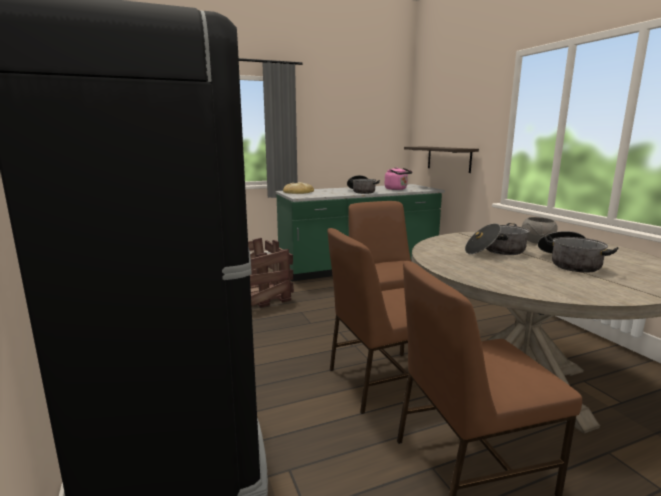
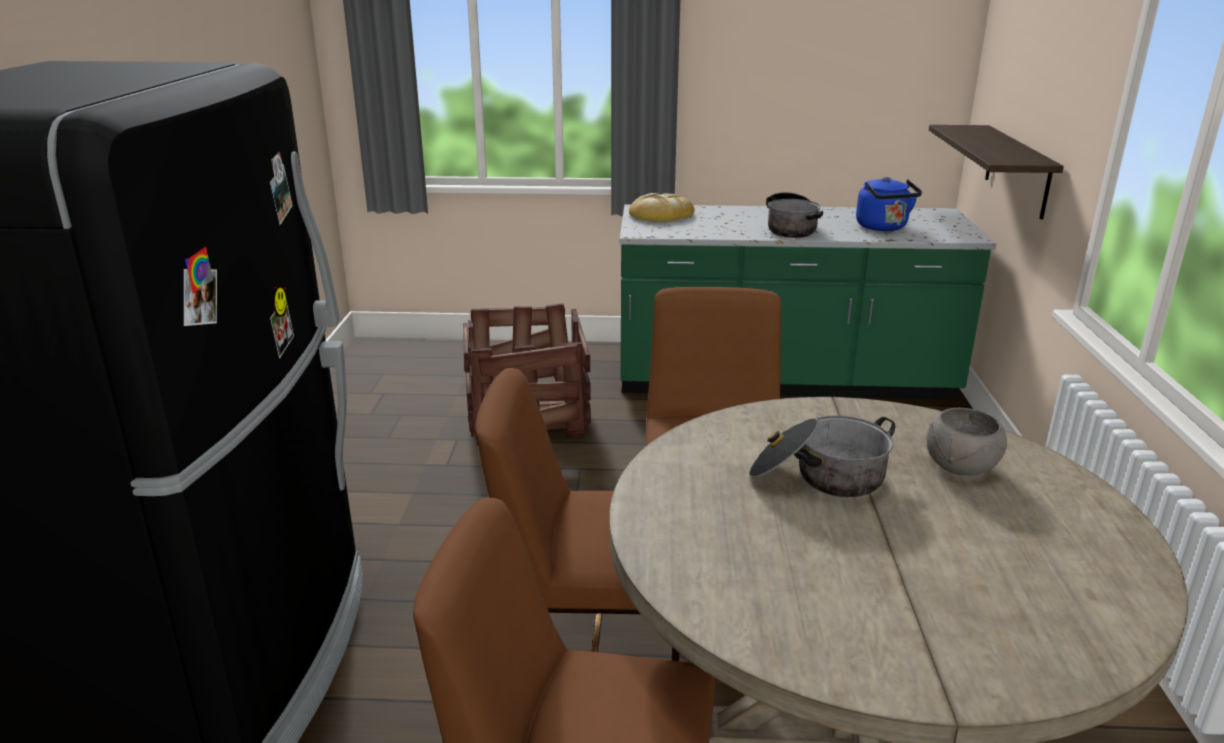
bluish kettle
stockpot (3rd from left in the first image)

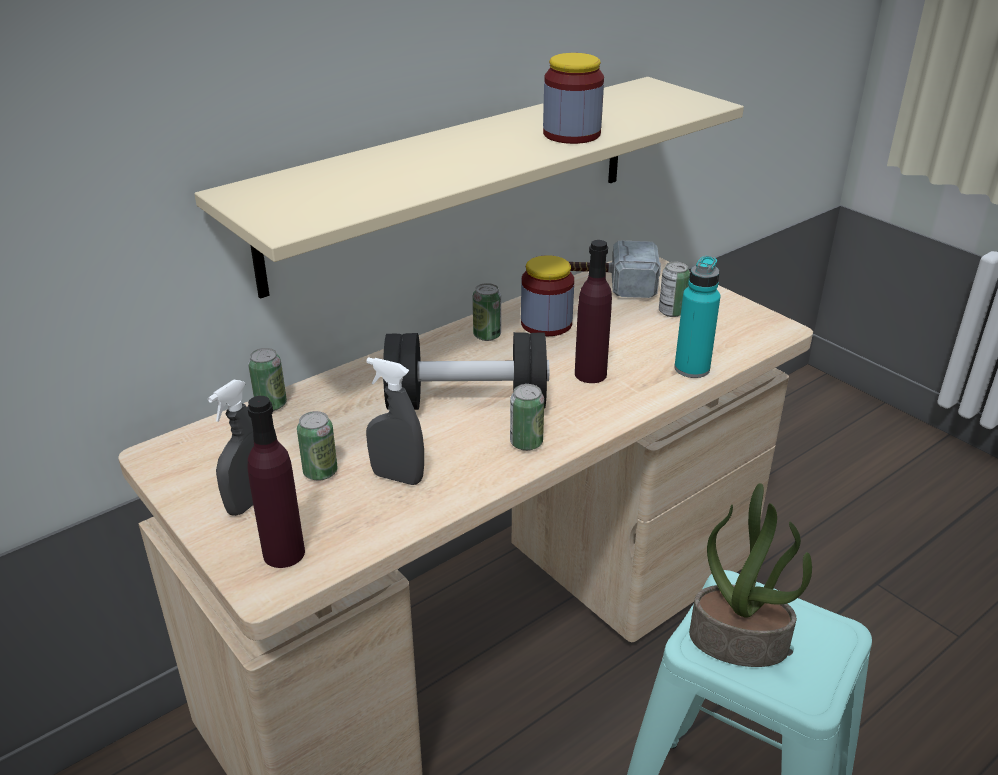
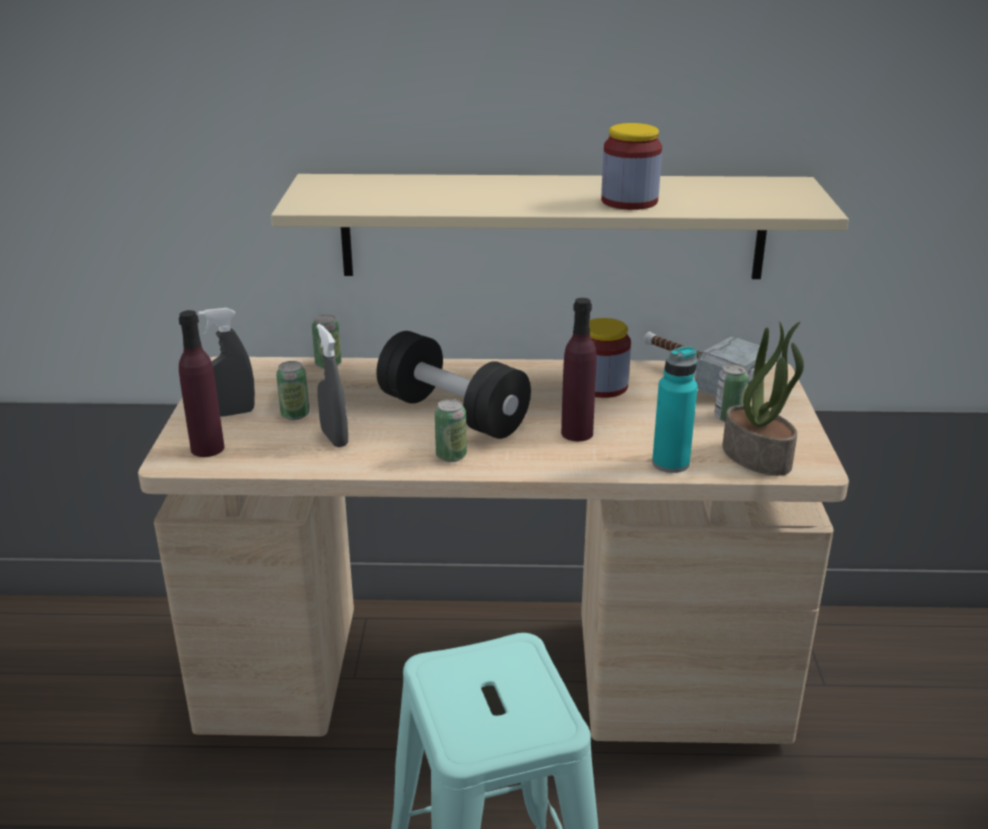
metal can (3rd from left in the first image)
houseplant

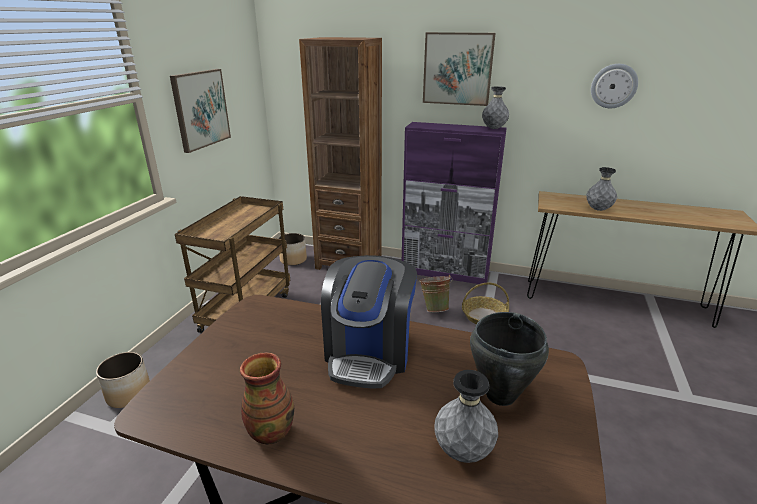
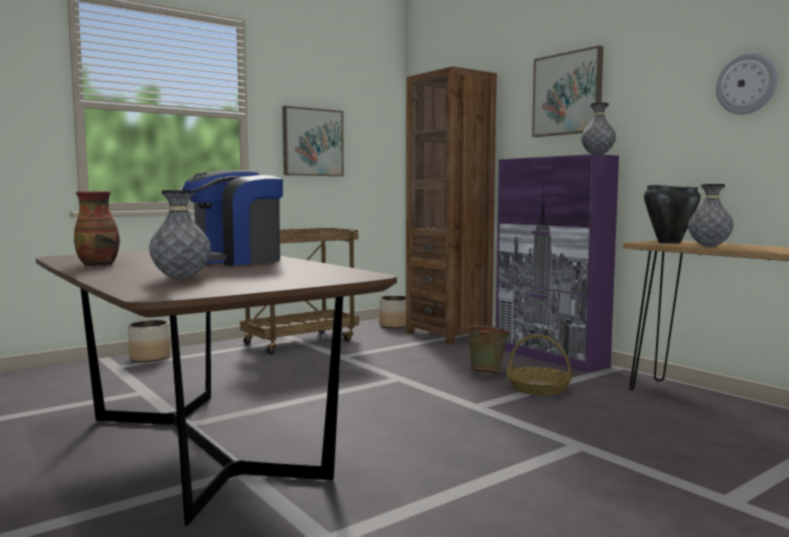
blackish stockpot

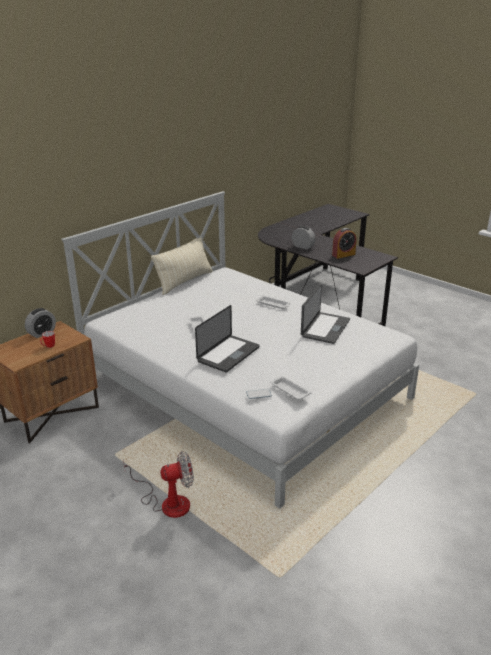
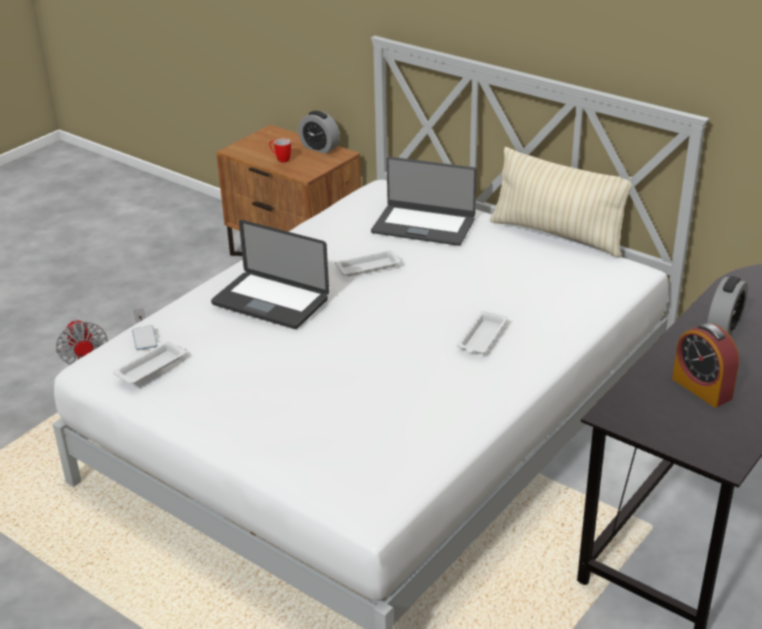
notebook computer (2nd from left)

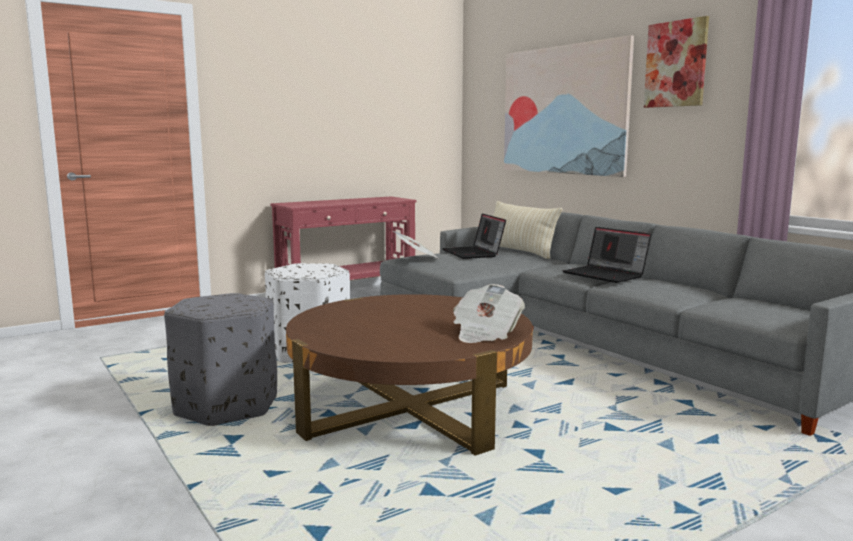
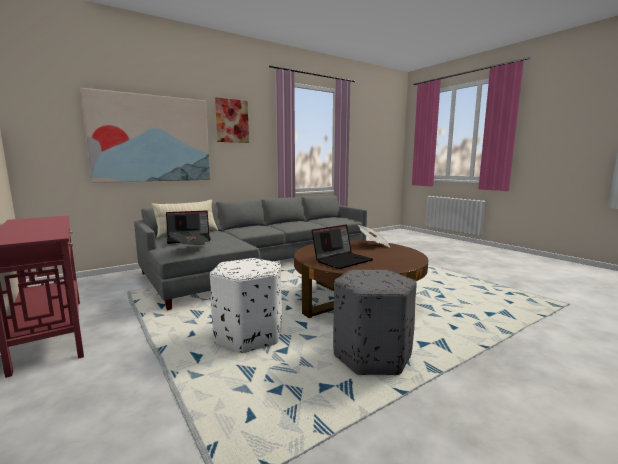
notebook computer (2nd from left)

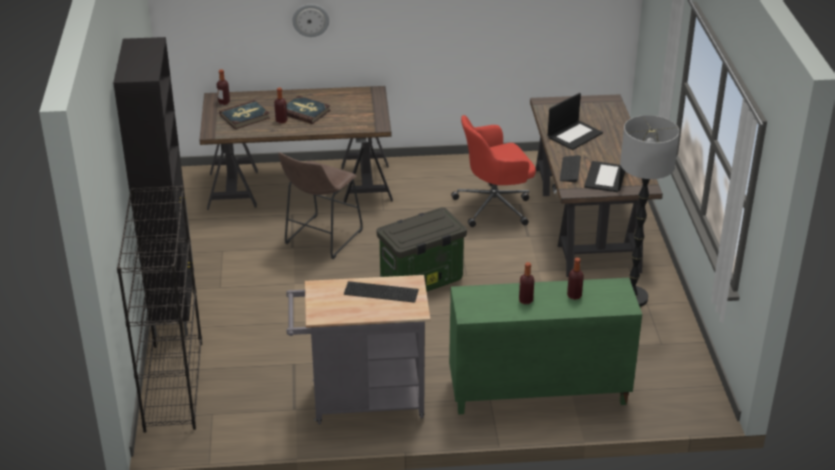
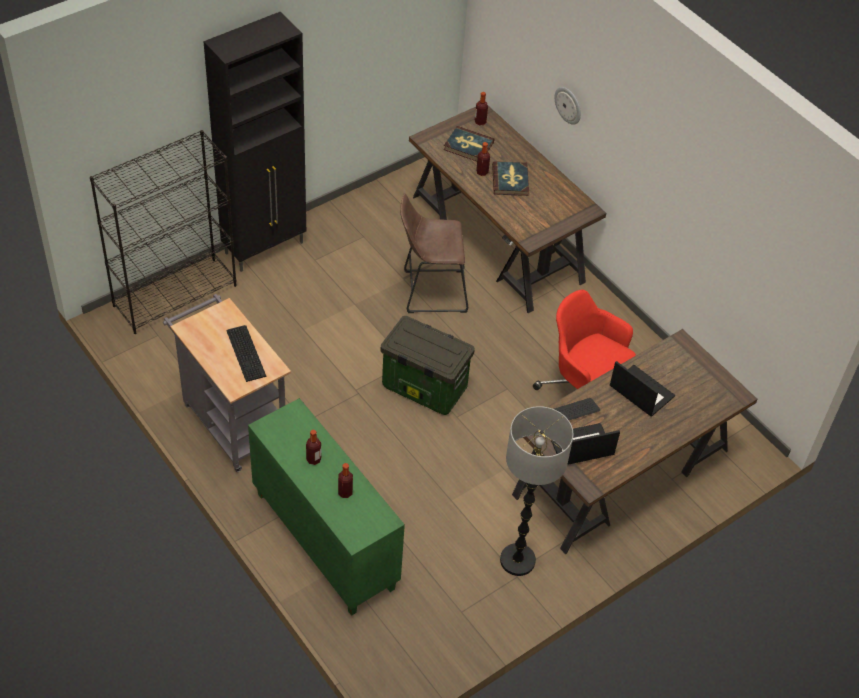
notebook computer (2nd from left)

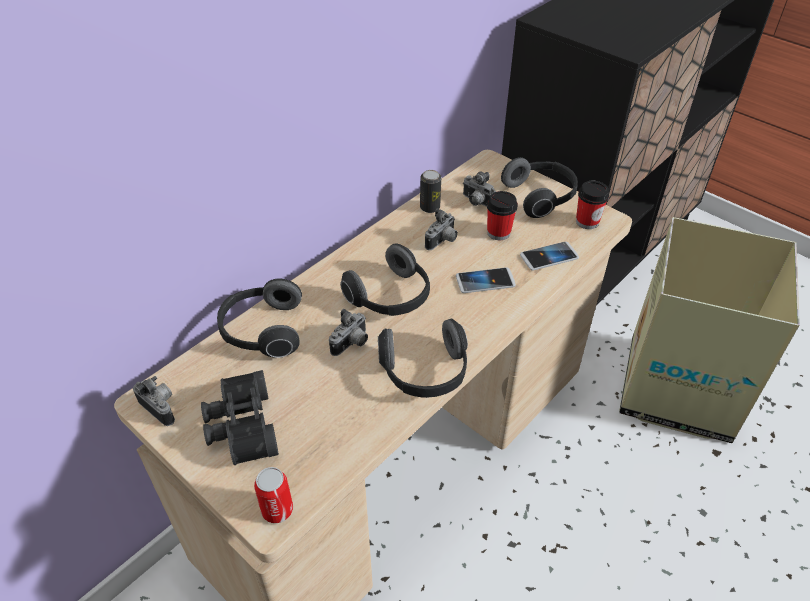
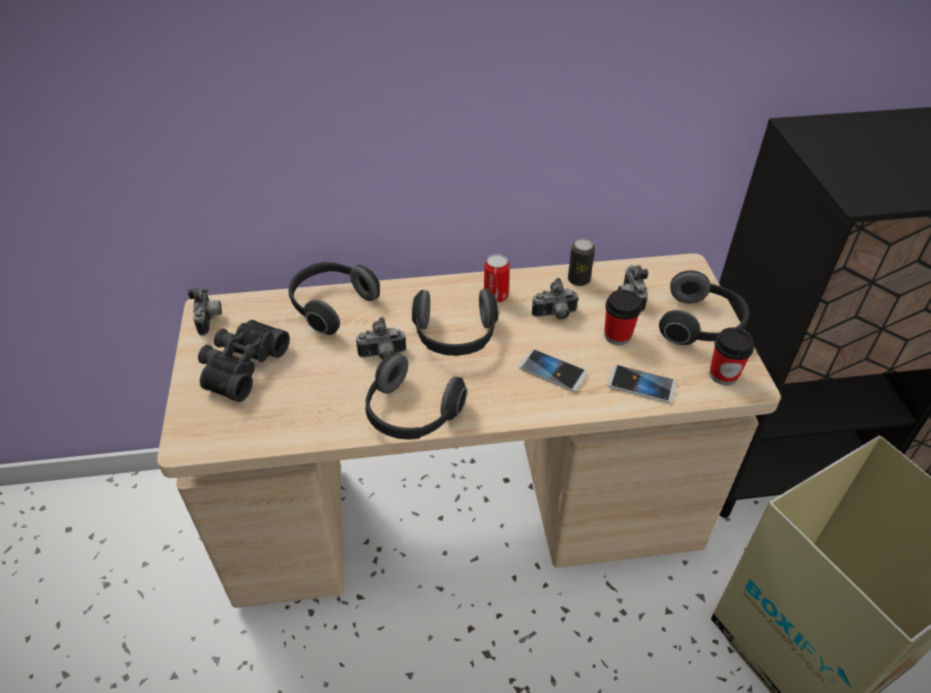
metal can (1st from left)

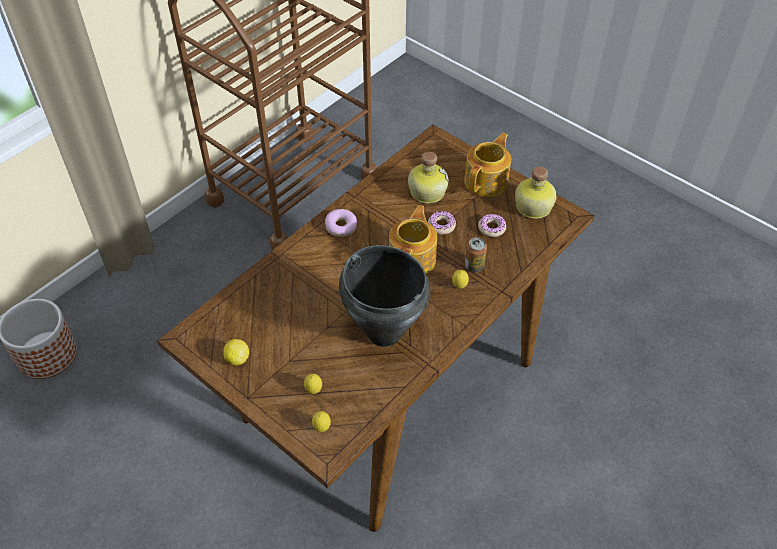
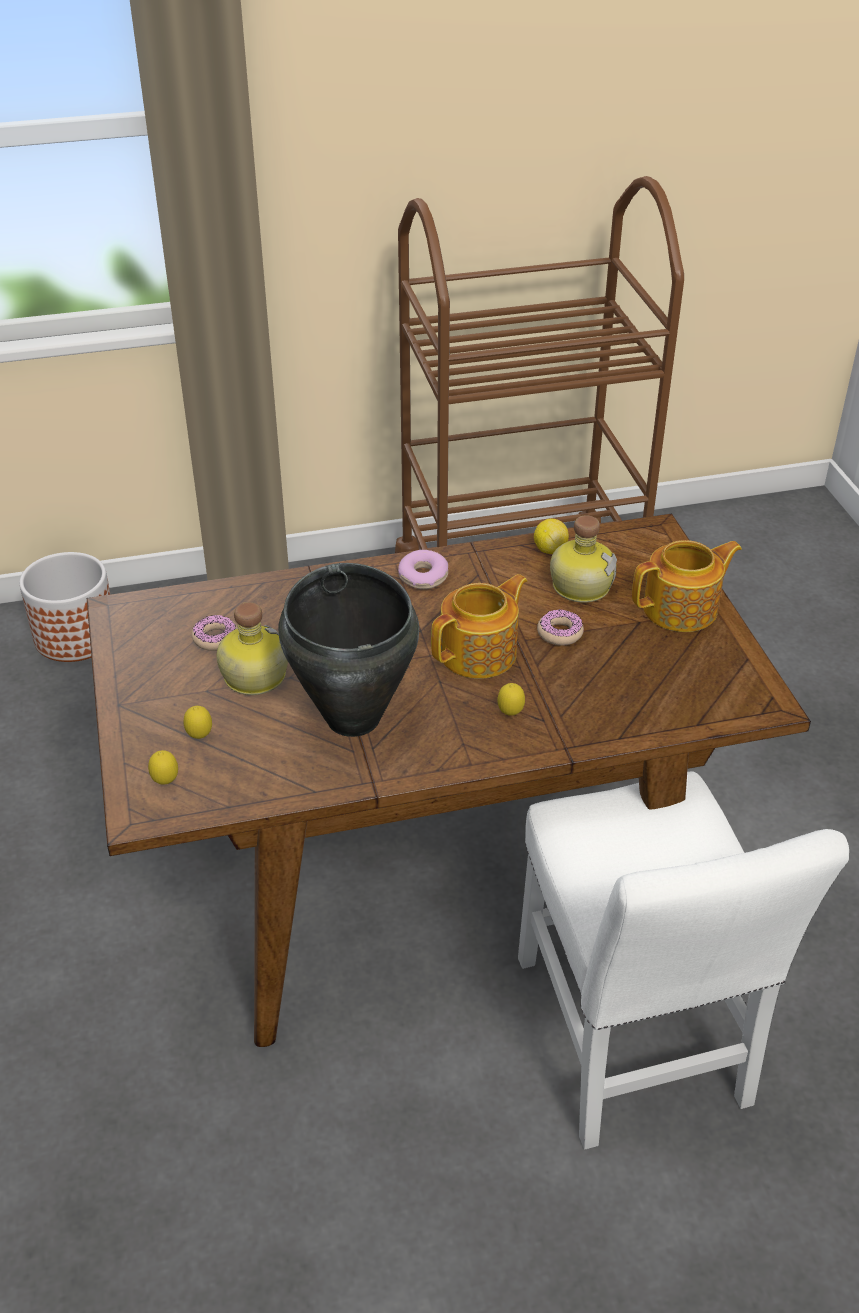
lemon (4th from left)
metal can
ring doughnut (1st from left)
drink bottle (1st from left)
whitish plain chair

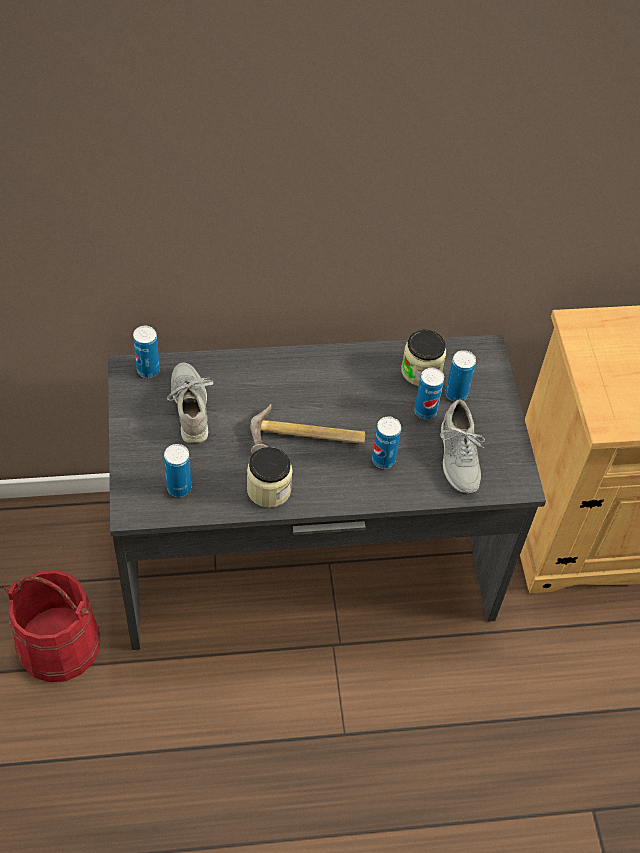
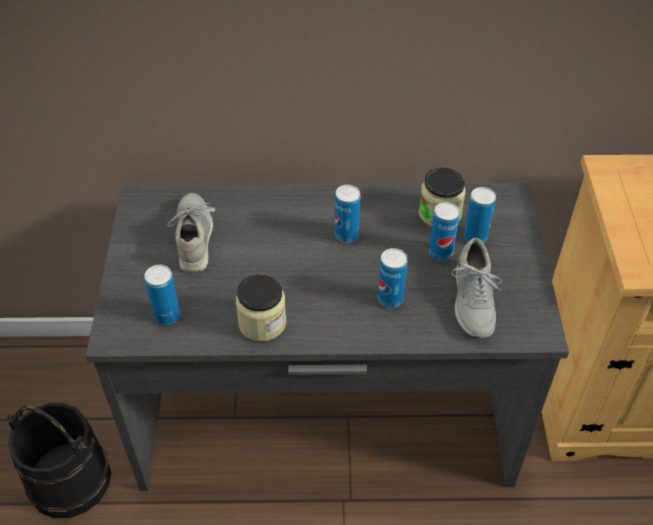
blackish bucket
metal can (2nd from left)
hand hammer

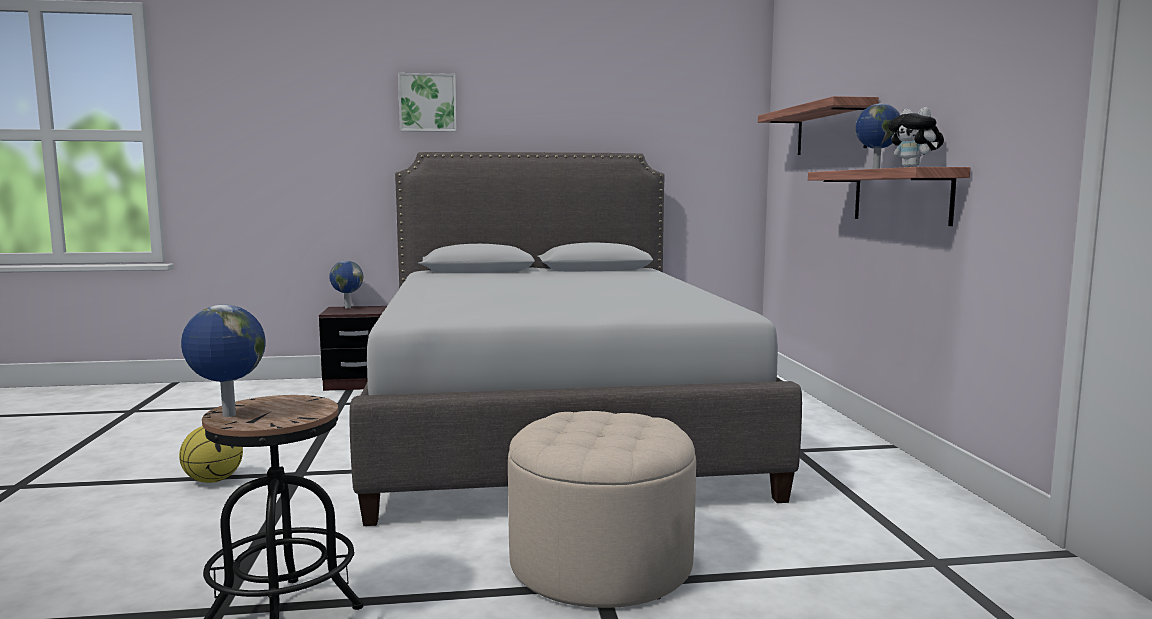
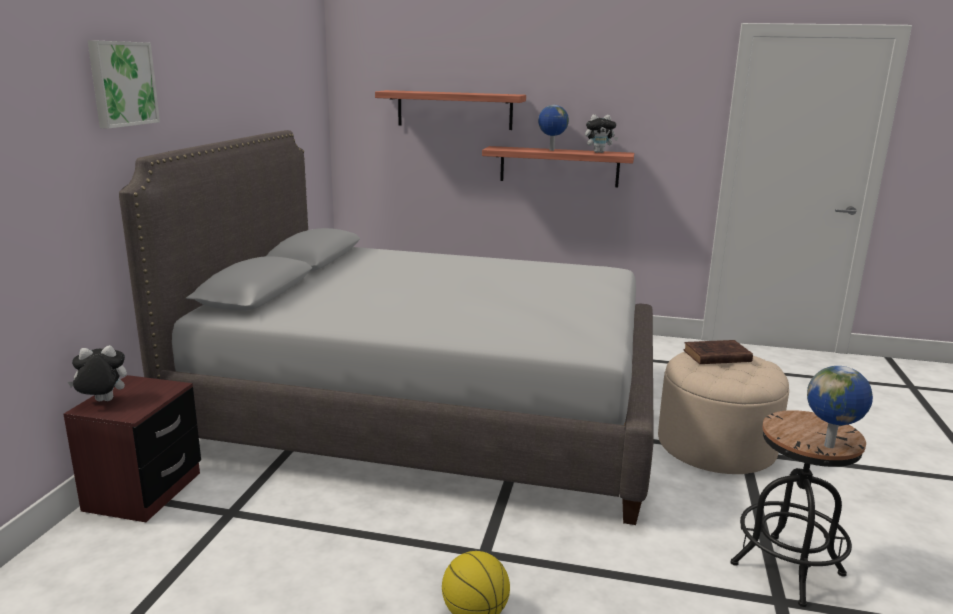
plush toy (1st from left)
brown-coloured volume

